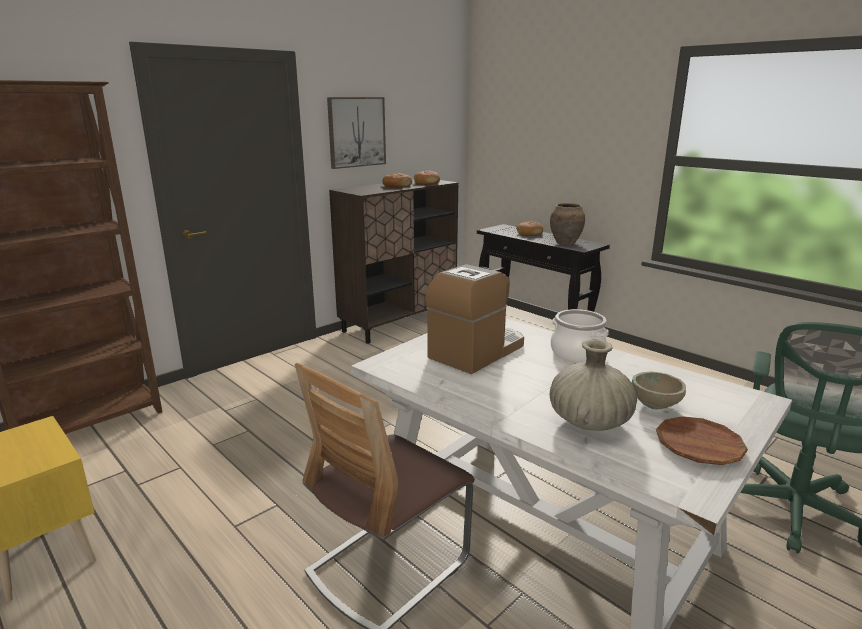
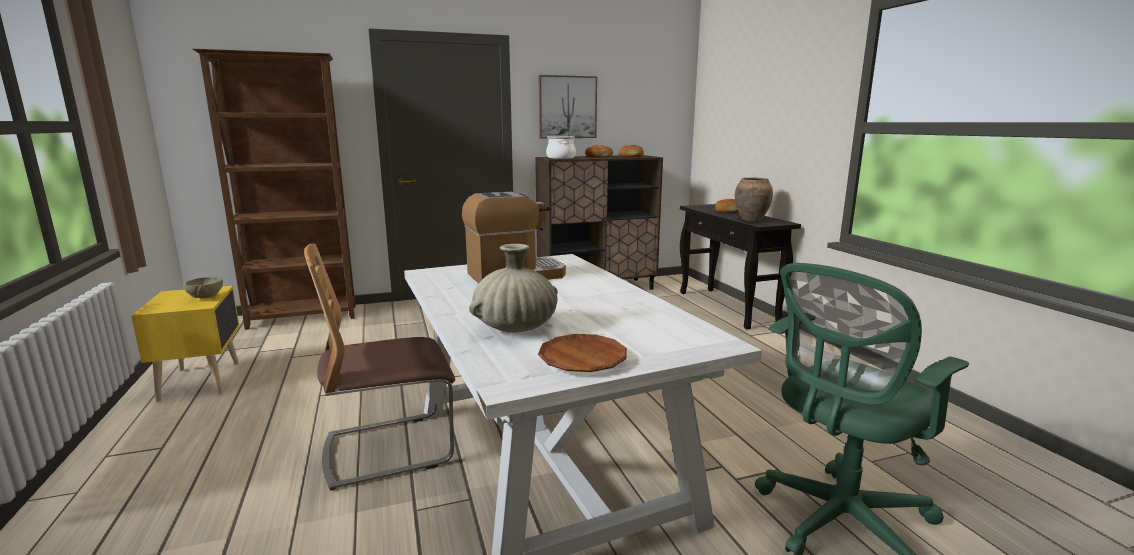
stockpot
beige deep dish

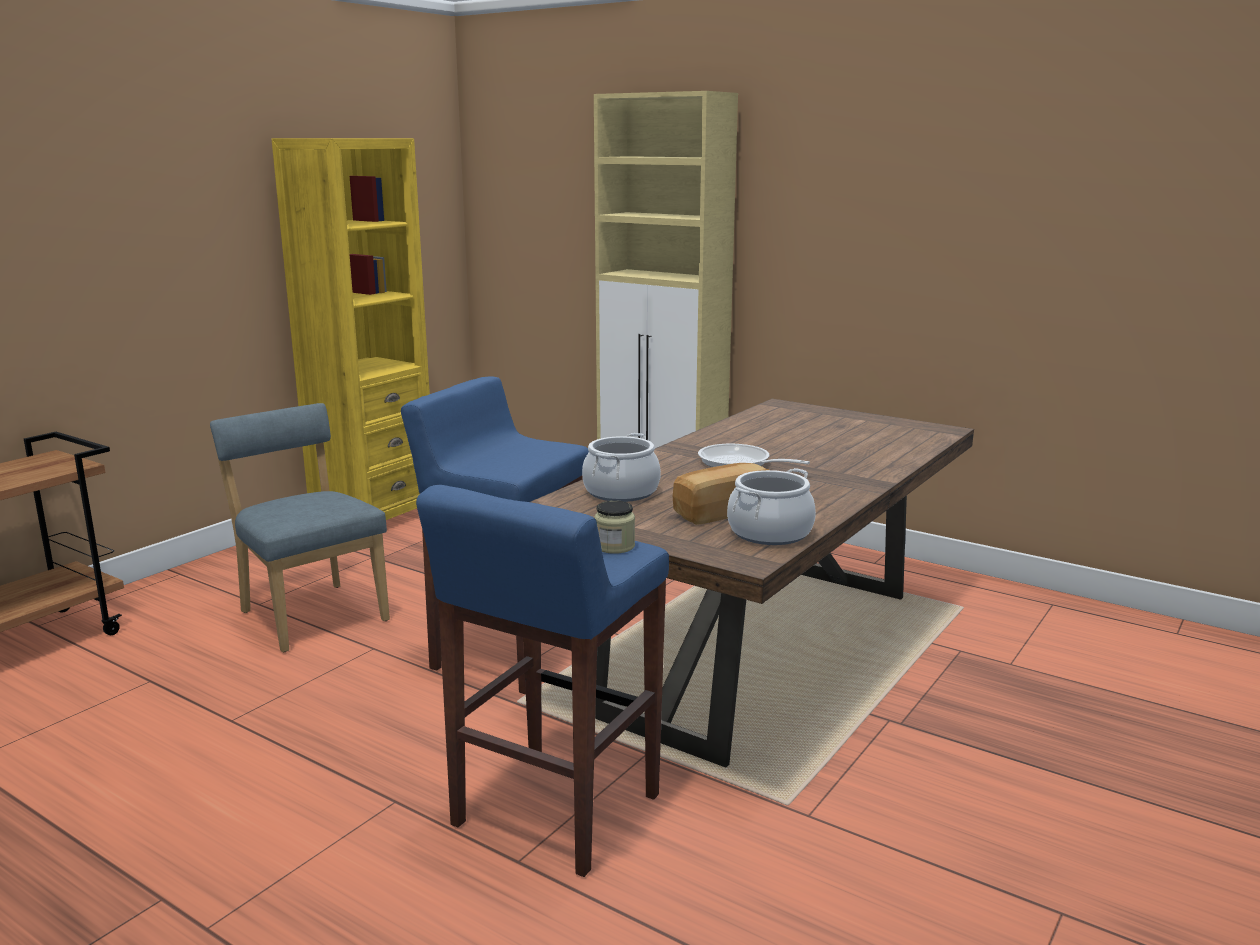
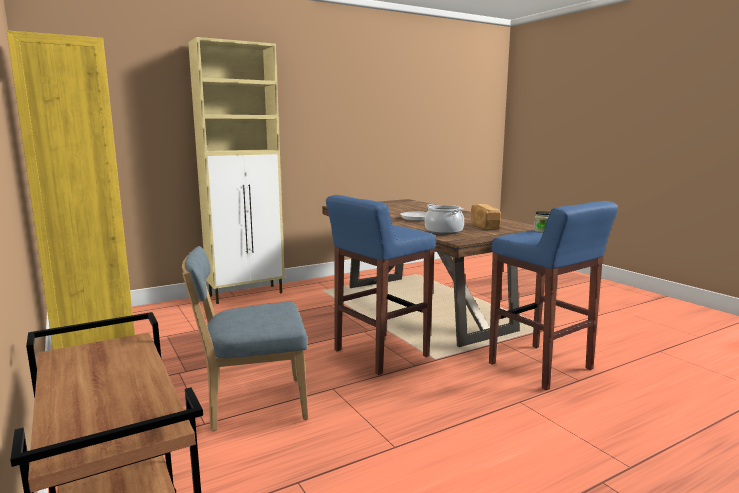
stockpot (2nd from left in the first image)

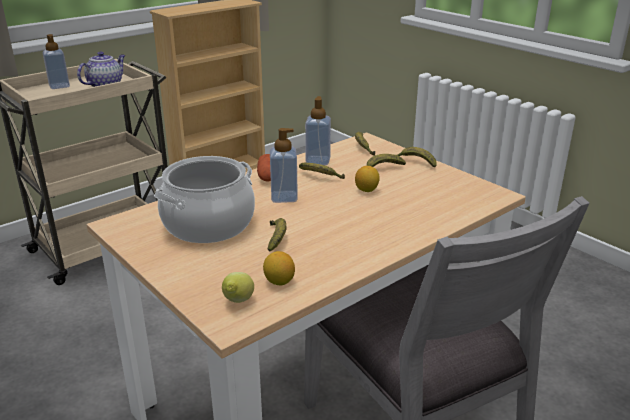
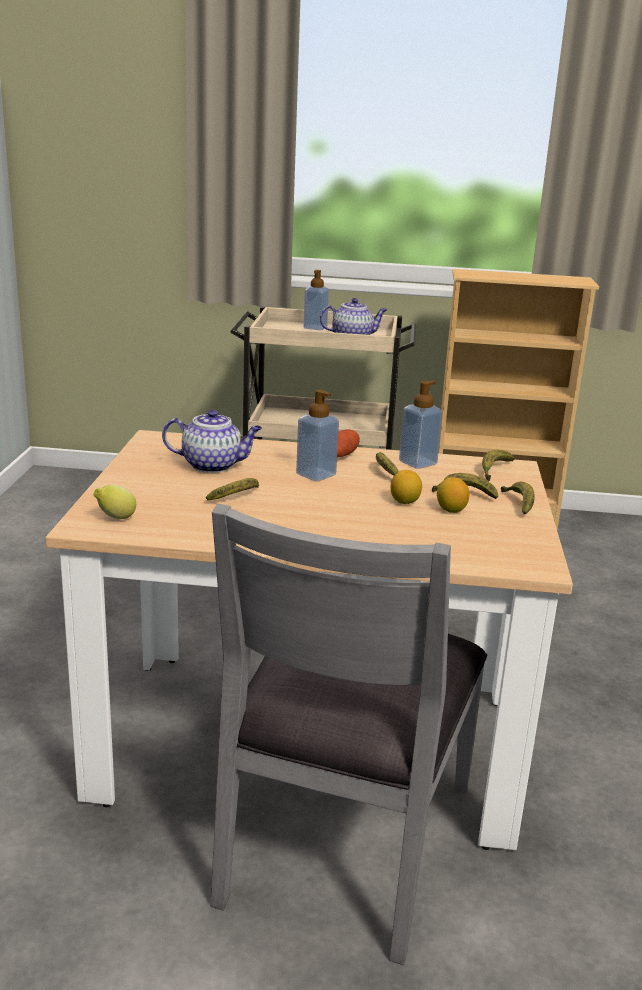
tea pot (1st from left)
lemon (3rd from left)

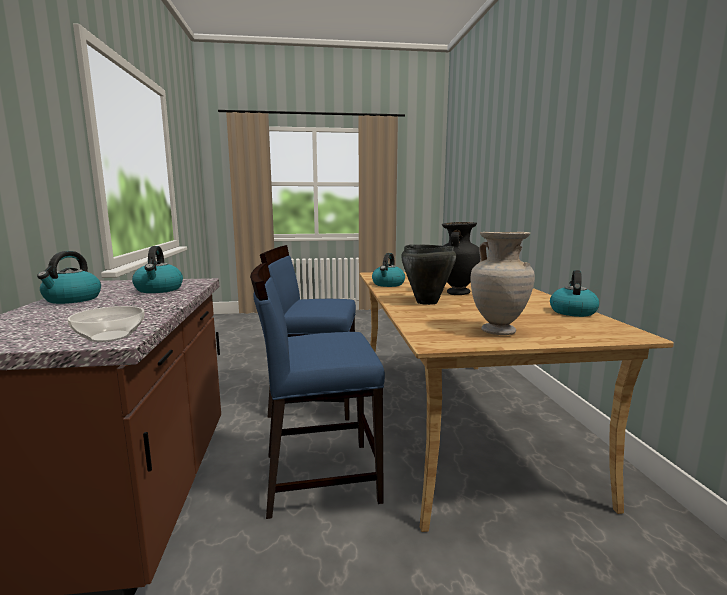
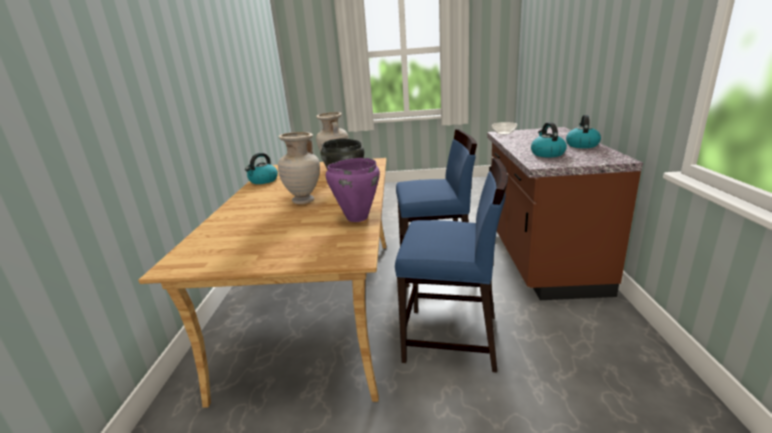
purple stockpot
beige flower vase (1st from left)

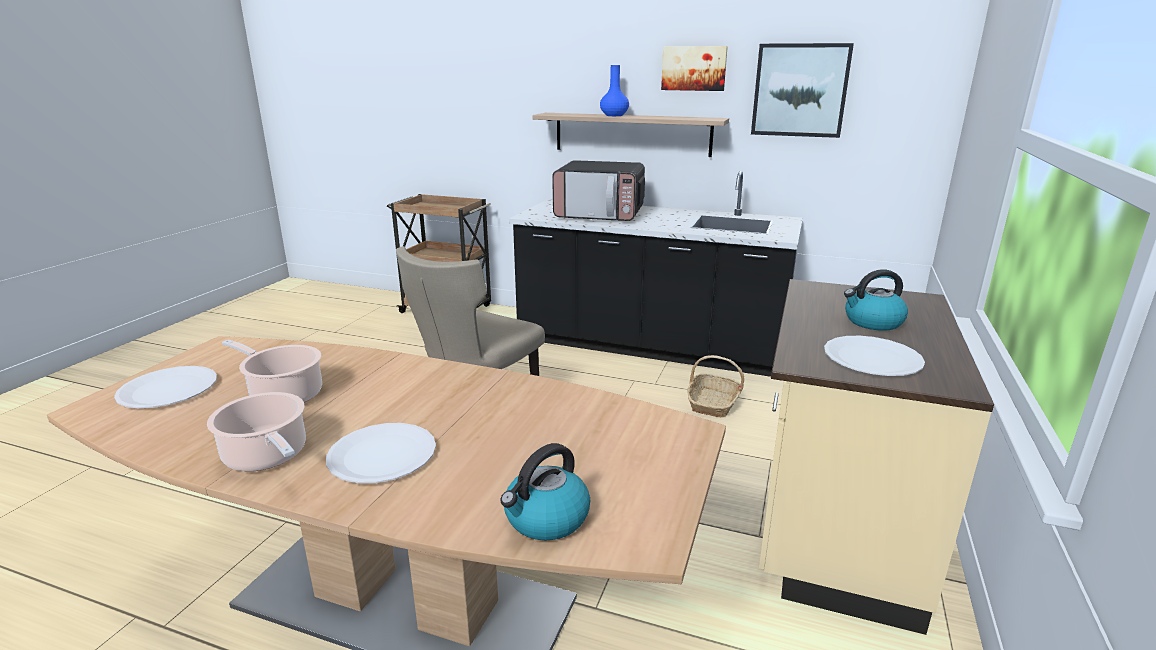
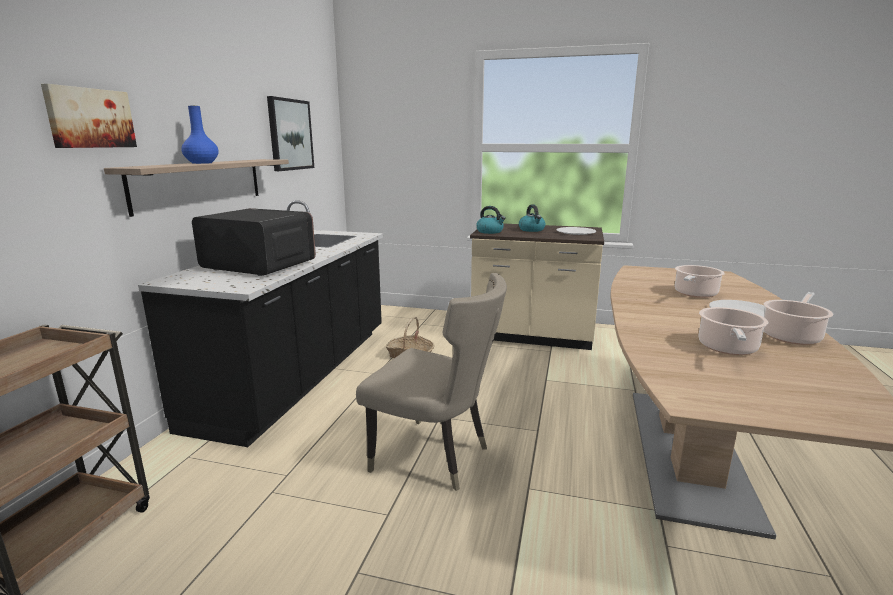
whitish dinner plate (1st from left in the first image)
kettle (1st from left)
microwave
wall art (1st from left)
stockpot (1st from left)

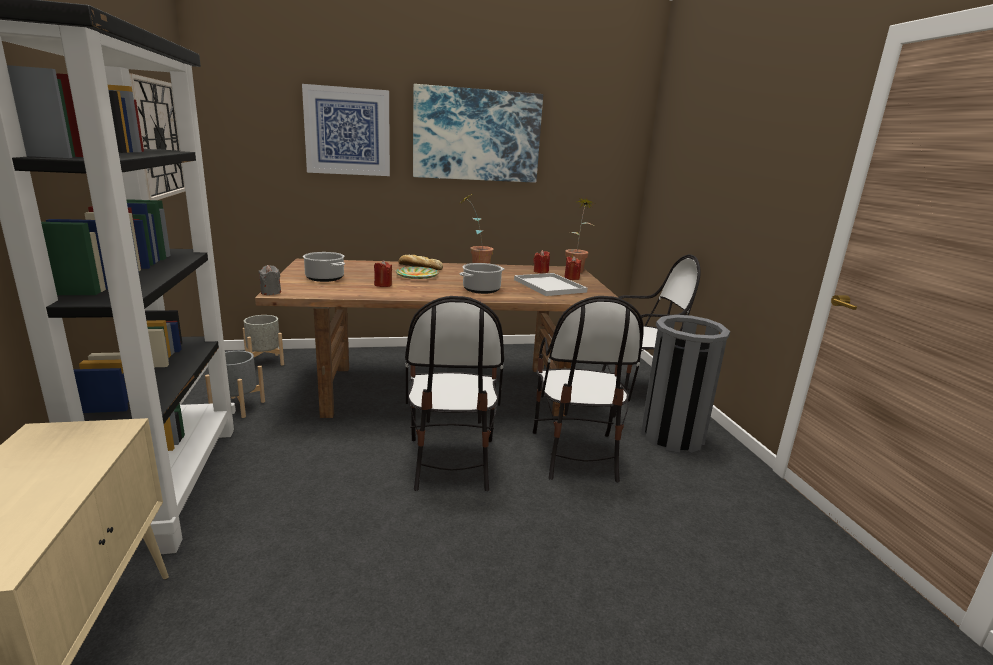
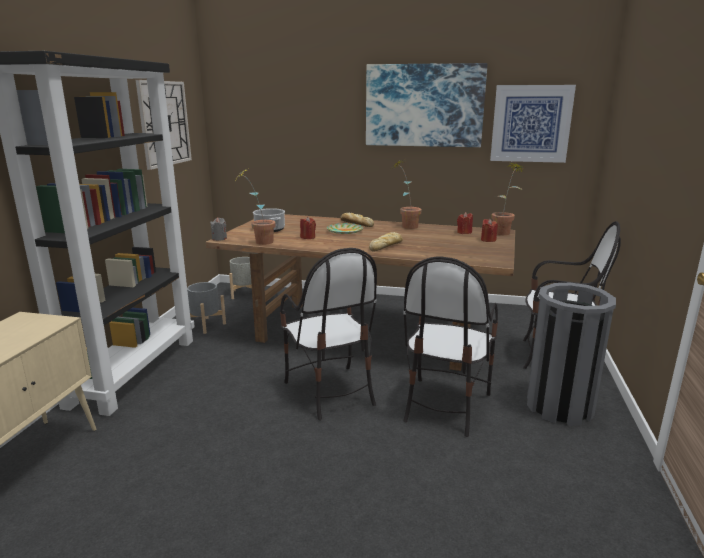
wall art (2nd from left)
plain chair (1st from left)
bakery bread (2nd from left)
whitish serving tray
houseplant (1st from left)

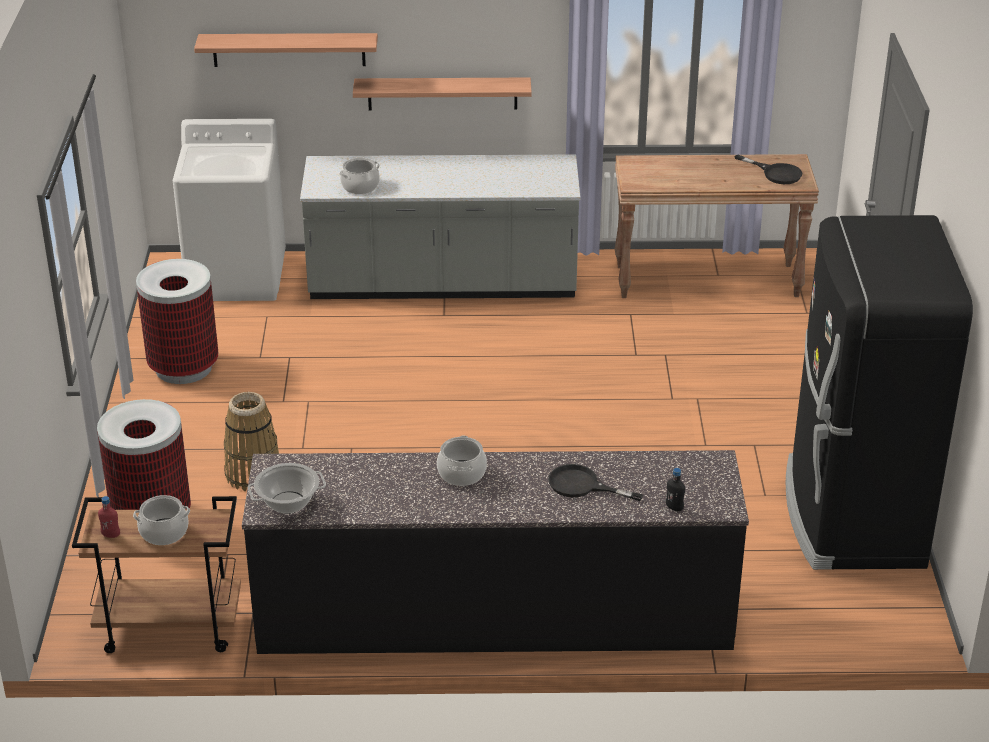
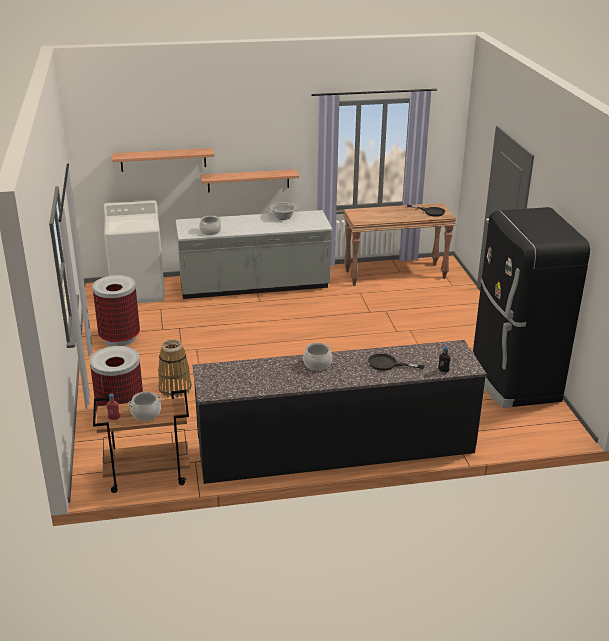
stockpot (3rd from left)

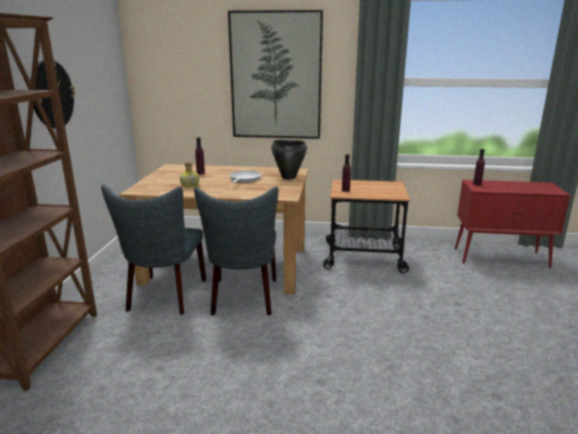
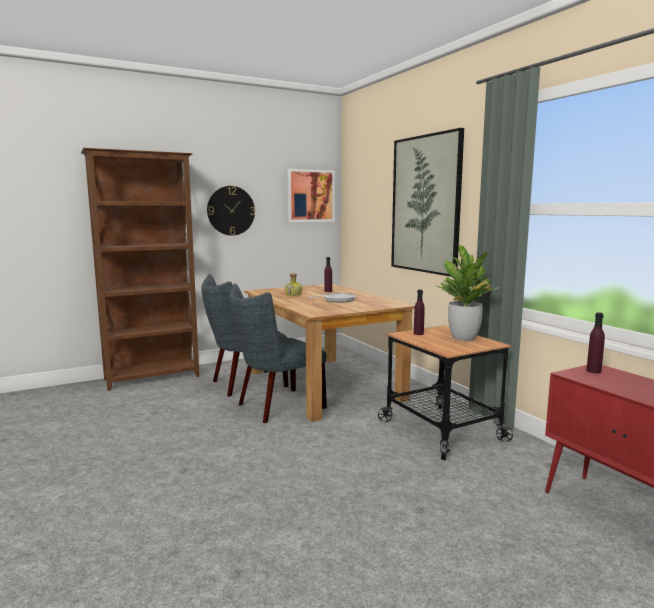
blackish stockpot
wall art (1st from left)
houseplant

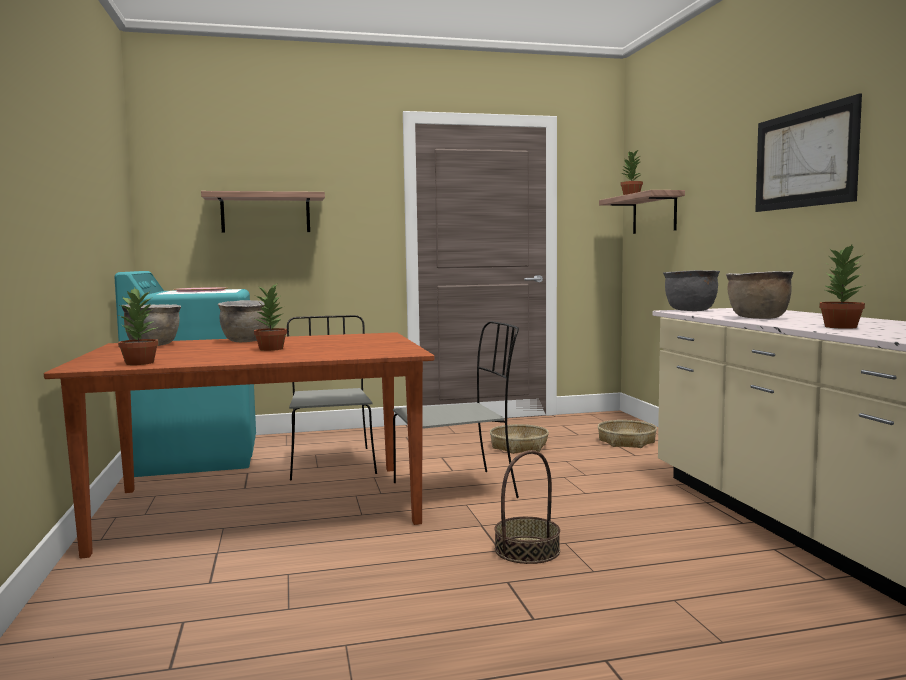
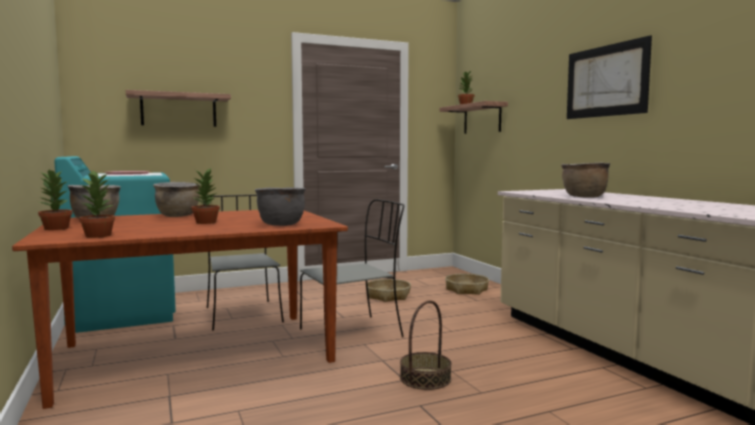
gray stockpot
houseplant (1st from left)

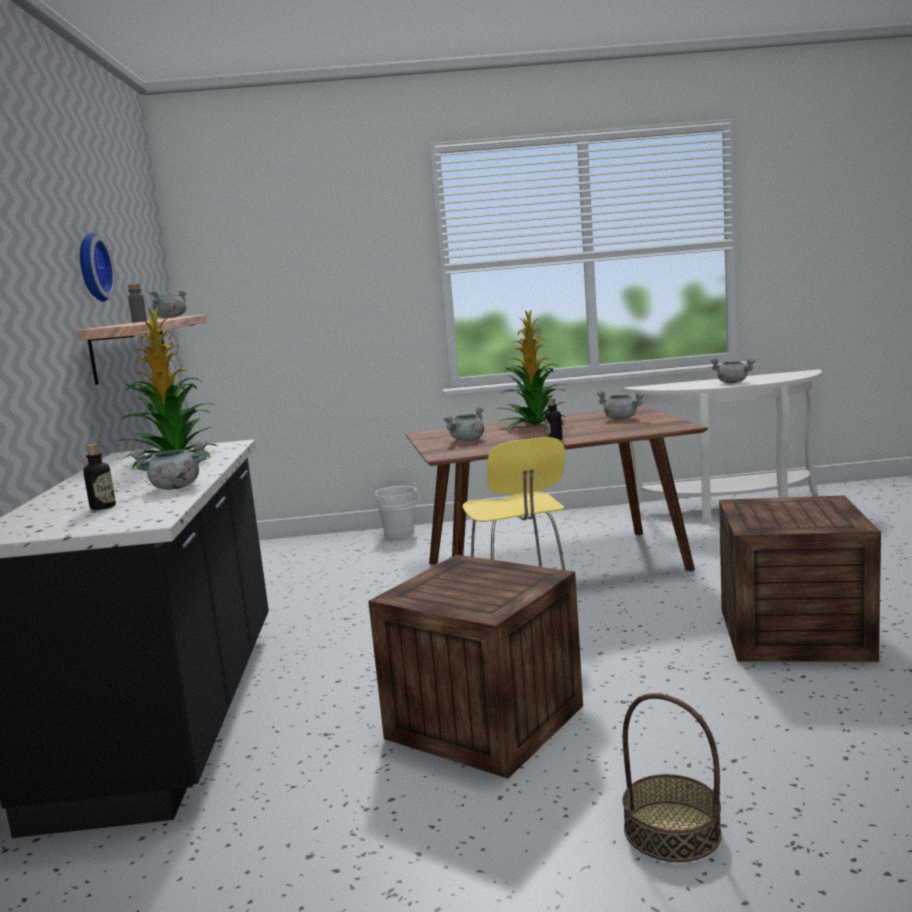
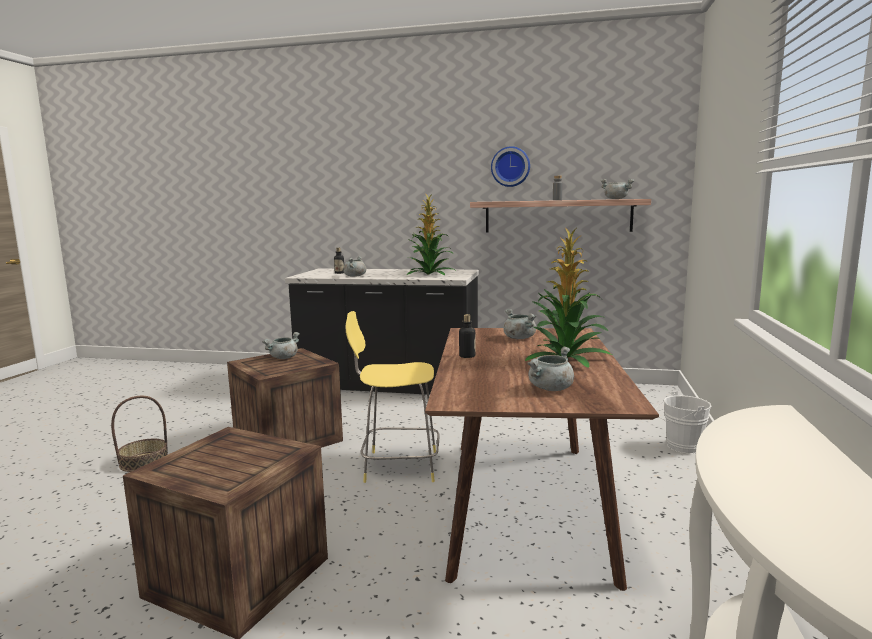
gray stockpot (1st from left)

